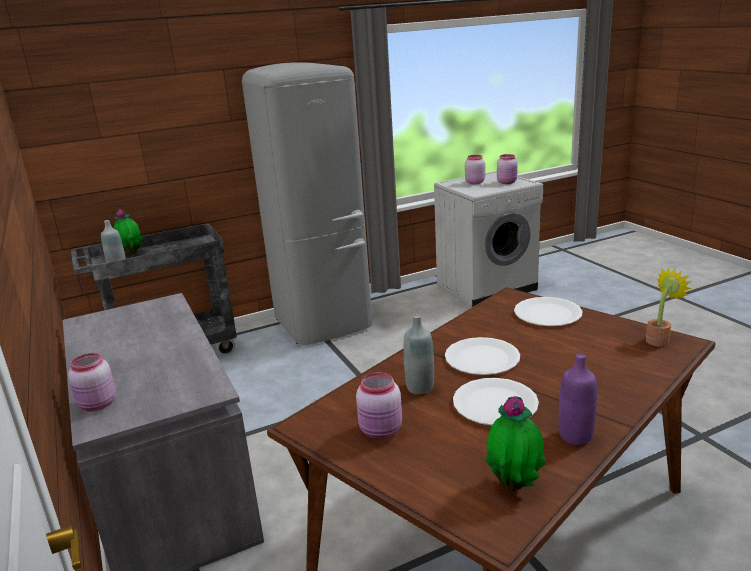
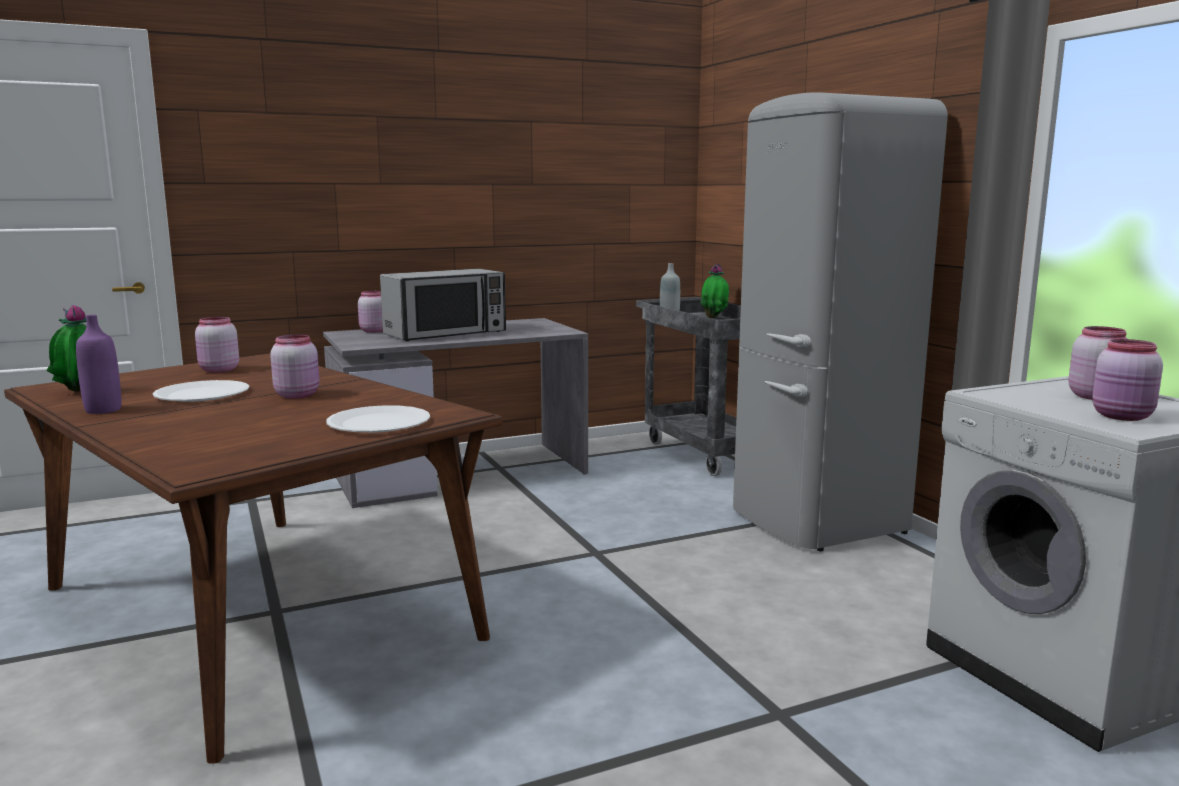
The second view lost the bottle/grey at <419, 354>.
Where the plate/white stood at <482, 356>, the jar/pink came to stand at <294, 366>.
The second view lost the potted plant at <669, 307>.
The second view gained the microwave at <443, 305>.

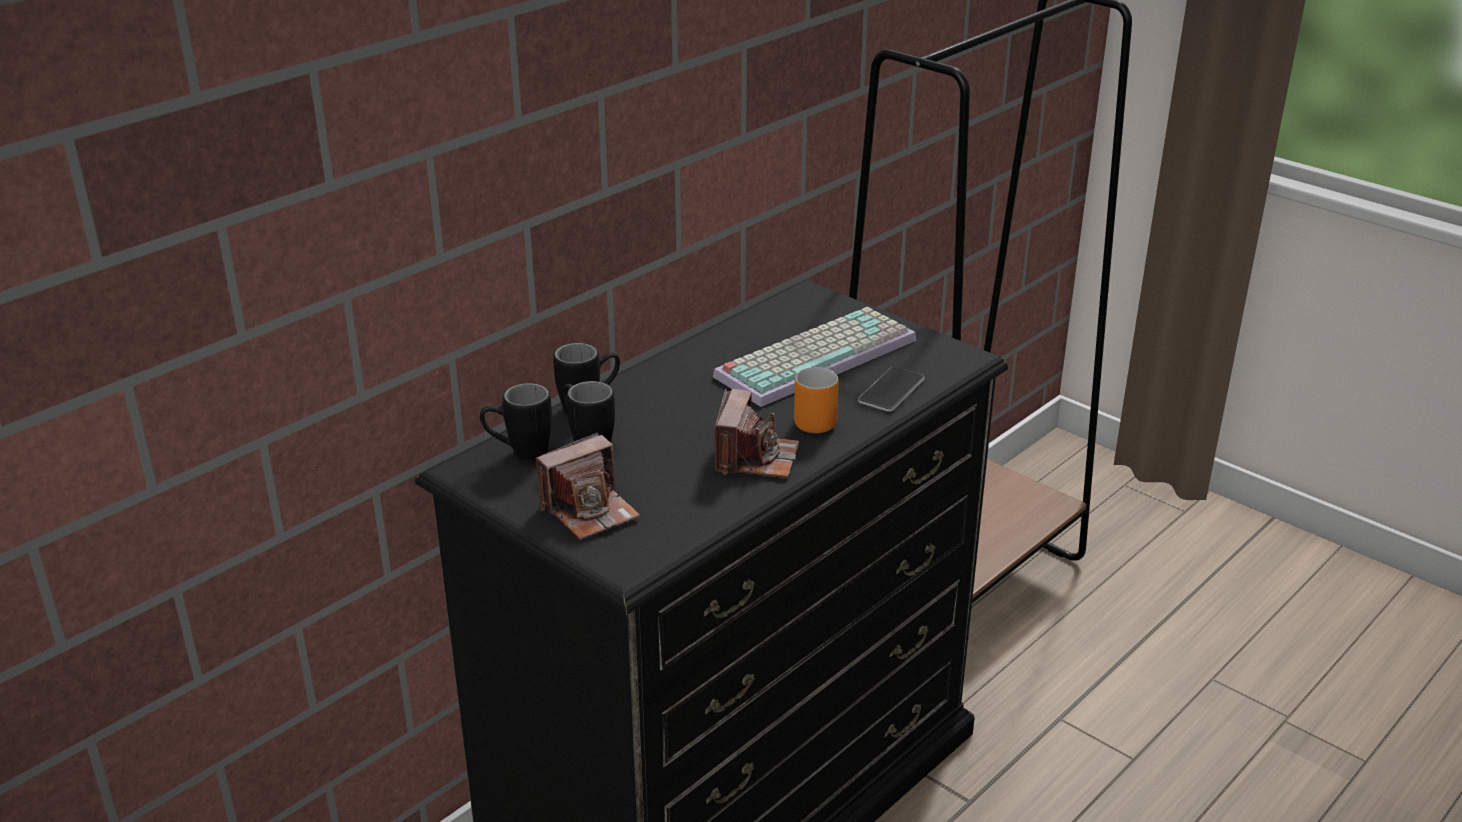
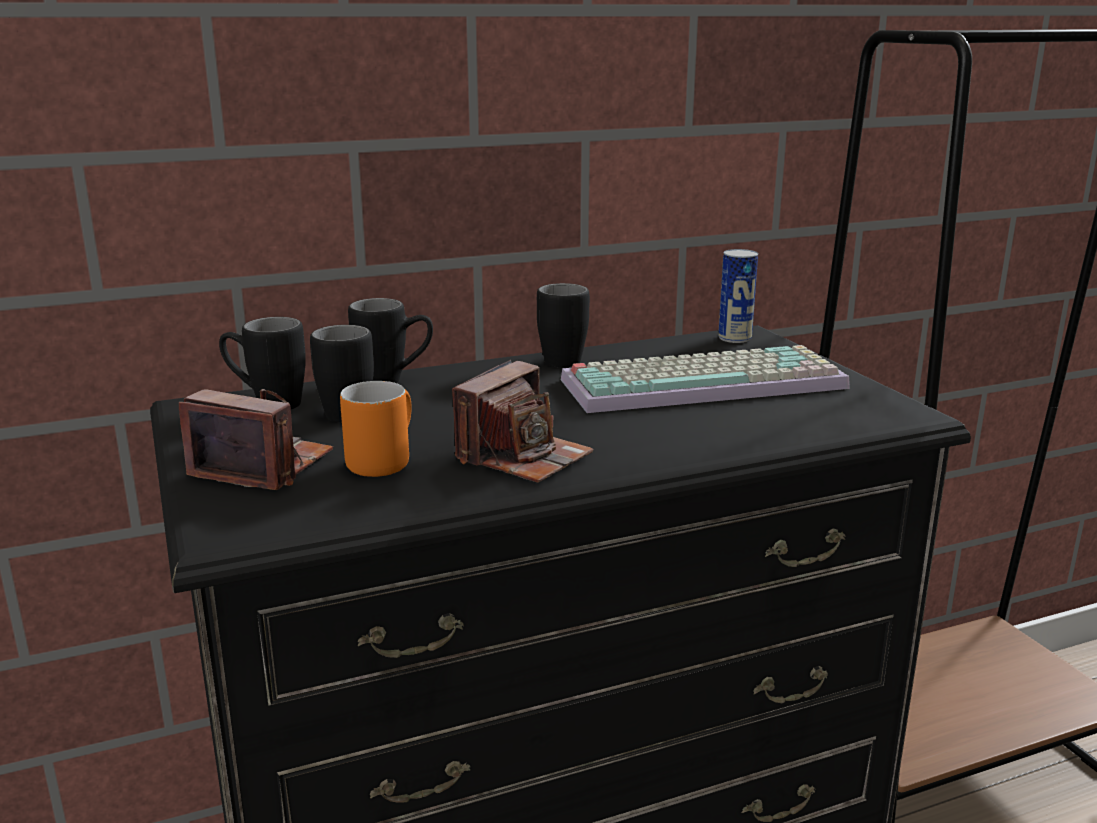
The photo camera at <588, 486> ended up facing another way, 150 degrees counterclockwise from before.
The mug/orange ended up elsewhere, having gone from <816, 400> to <376, 429>.
The second view lost the phone at <891, 389>.
The second view gained the mug/black at <563, 325>.
The second view gained the can at <738, 296>.

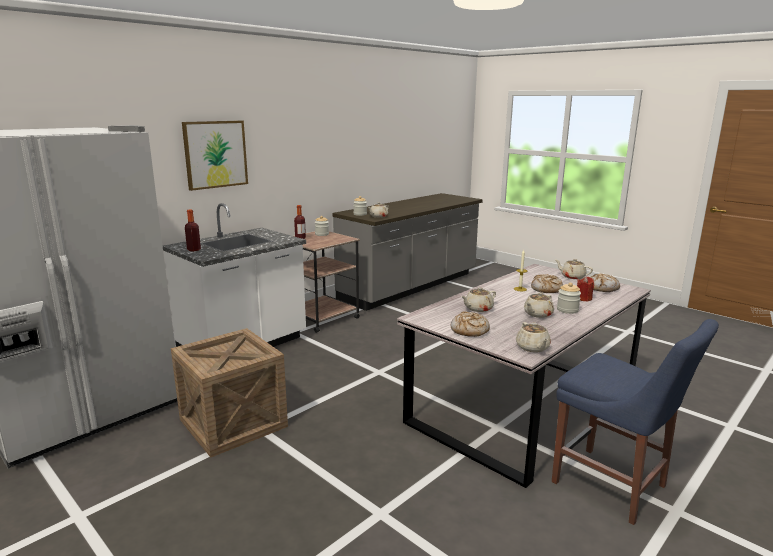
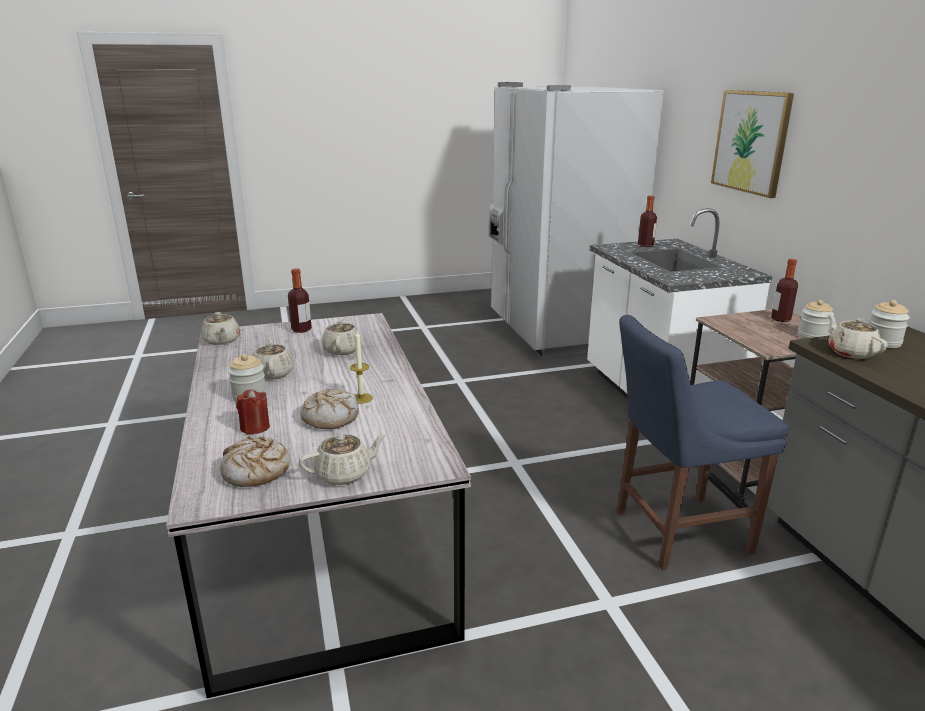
The second view lost the crate at <229, 393>.
Where the bread stood at <470, 324>, the bottle came to stand at <300, 300>.
The teapot/beige at <533, 337> ended up facing another way, 135 degrees counterclockwise from before.
The chair/blue ended up elsewhere, having gone from <635, 422> to <702, 442>.

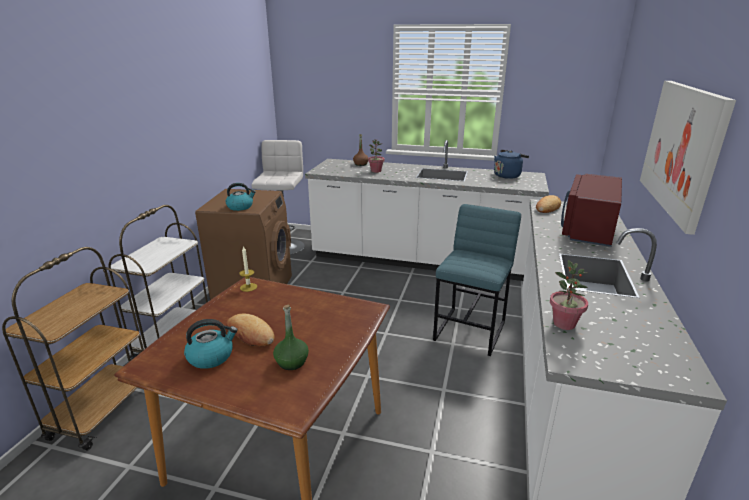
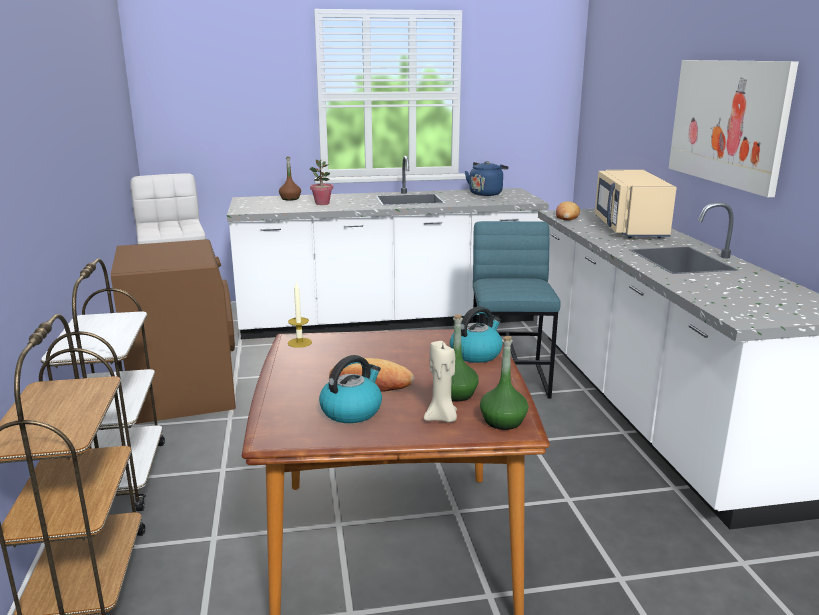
The kettle ended up elsewhere, having gone from <241, 197> to <476, 334>.
The second view lost the potted plant at <569, 295>.
What was the microwave/red at <591, 210> turned into the microwave/beige at <636, 204>.
The second view gained the candle/beige at <440, 381>.
The second view gained the bottle/green at <504, 383>.

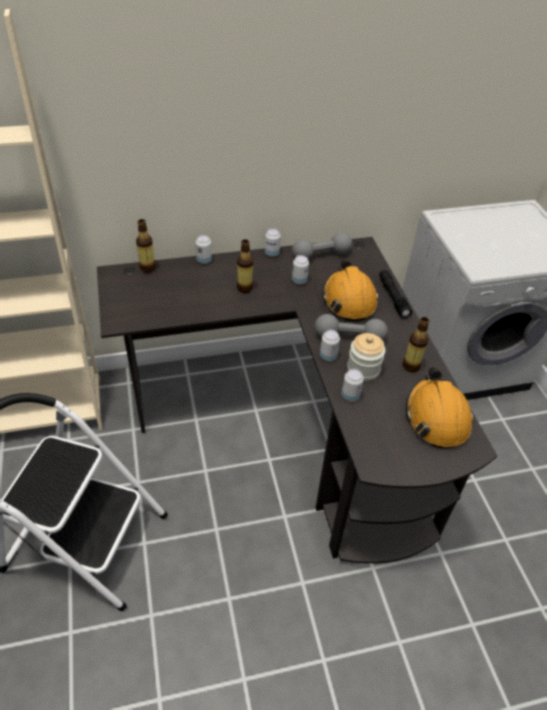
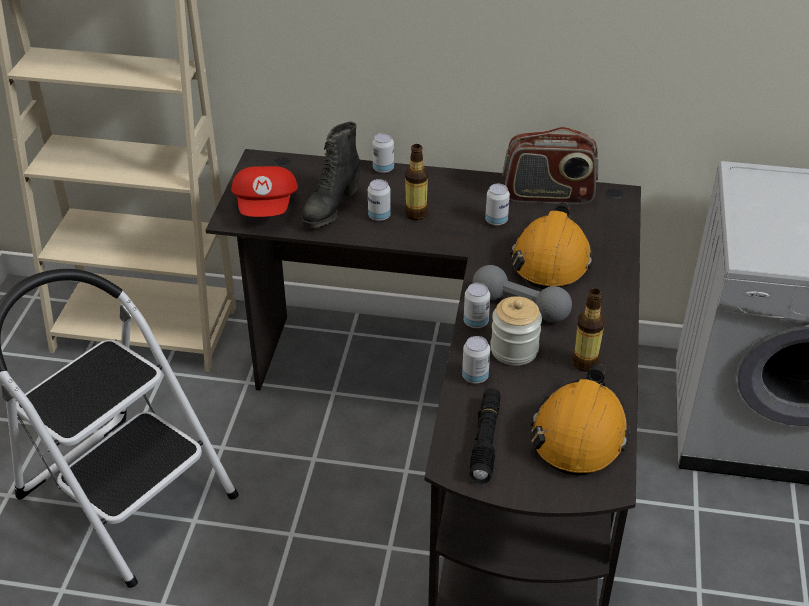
The second view lost the bottle at <146, 246>.
The can ended up elsewhere, having gone from <273, 242> to <379, 200>.
Where the dumbbell/grey stood at <322, 246>, the radio came to stand at <550, 165>.
The flashlight/black ended up elsewhere, having gone from <395, 294> to <485, 436>.
The second view gained the cap/red at <264, 191>.
The second view gained the boot/black at <330, 174>.

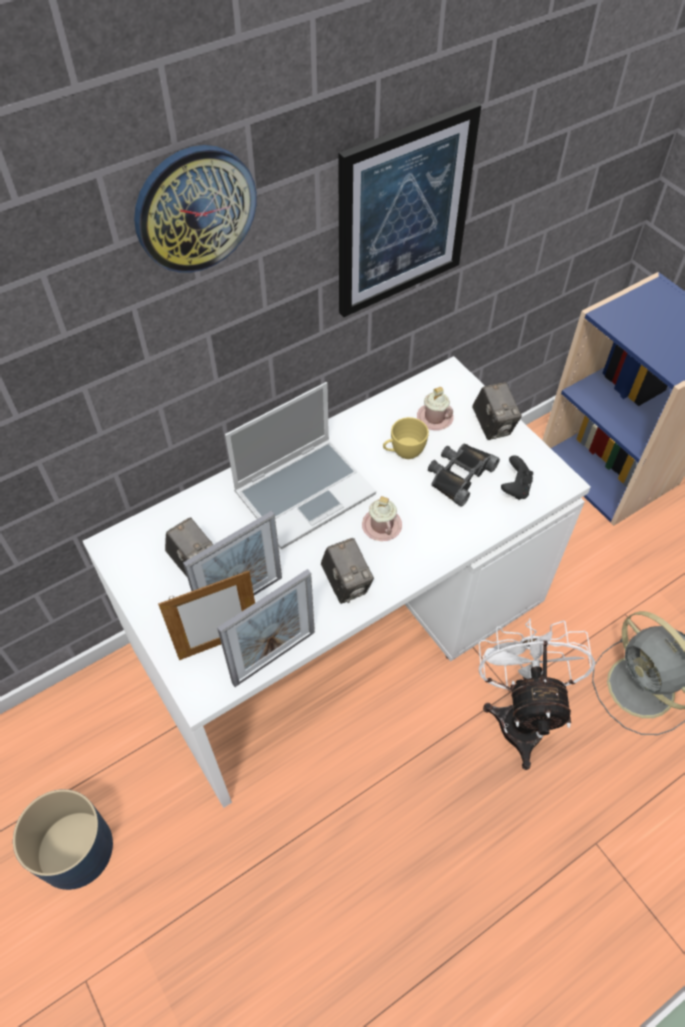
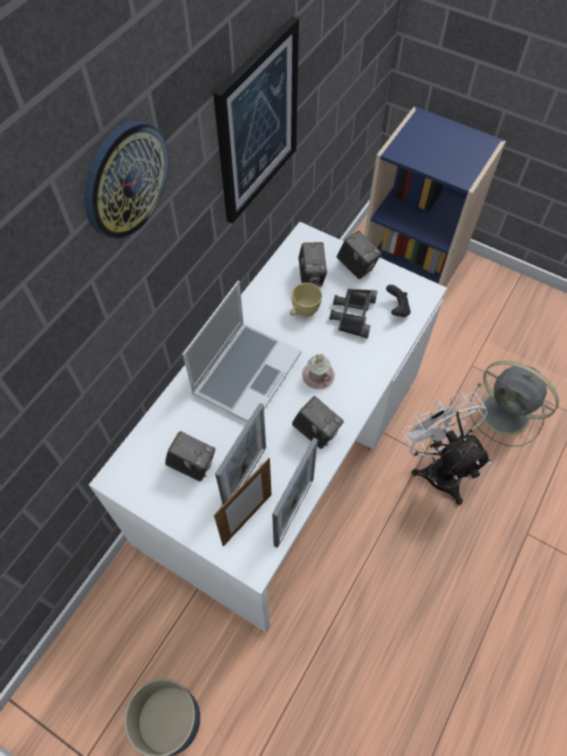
Where the mug/pink stood at <435, 408>, the photo camera came to stand at <312, 264>.

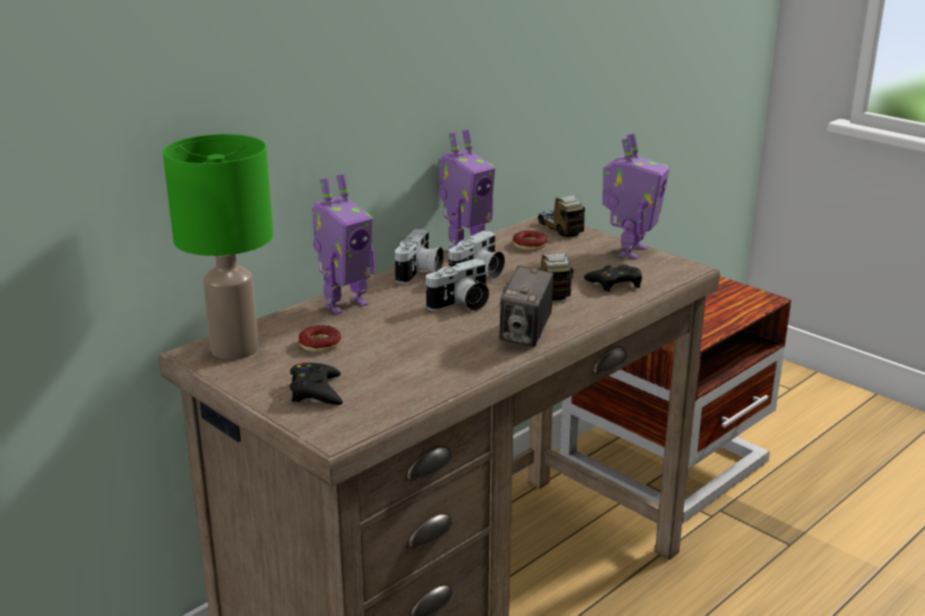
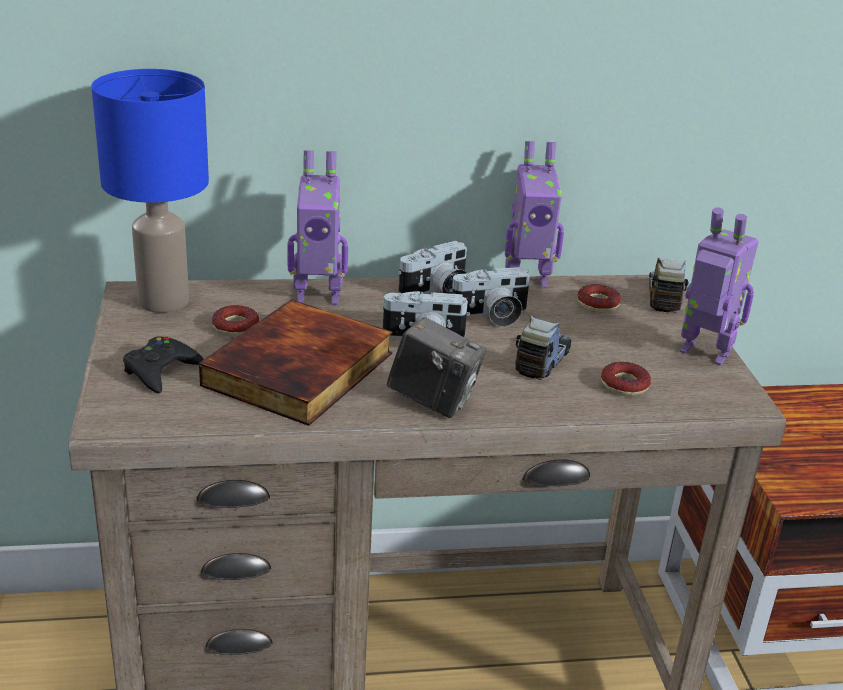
What was the table lamp/green at <218, 247> turned into the table lamp/blue at <150, 191>.
The photo camera at <526, 306> ended up facing another way, 120 degrees counterclockwise from before.
Where the game controller/black stood at <613, 278>, the donut came to stand at <626, 379>.
The toy robot at <636, 196> ended up facing another way, 120 degrees counterclockwise from before.
The second view gained the book at <296, 363>.

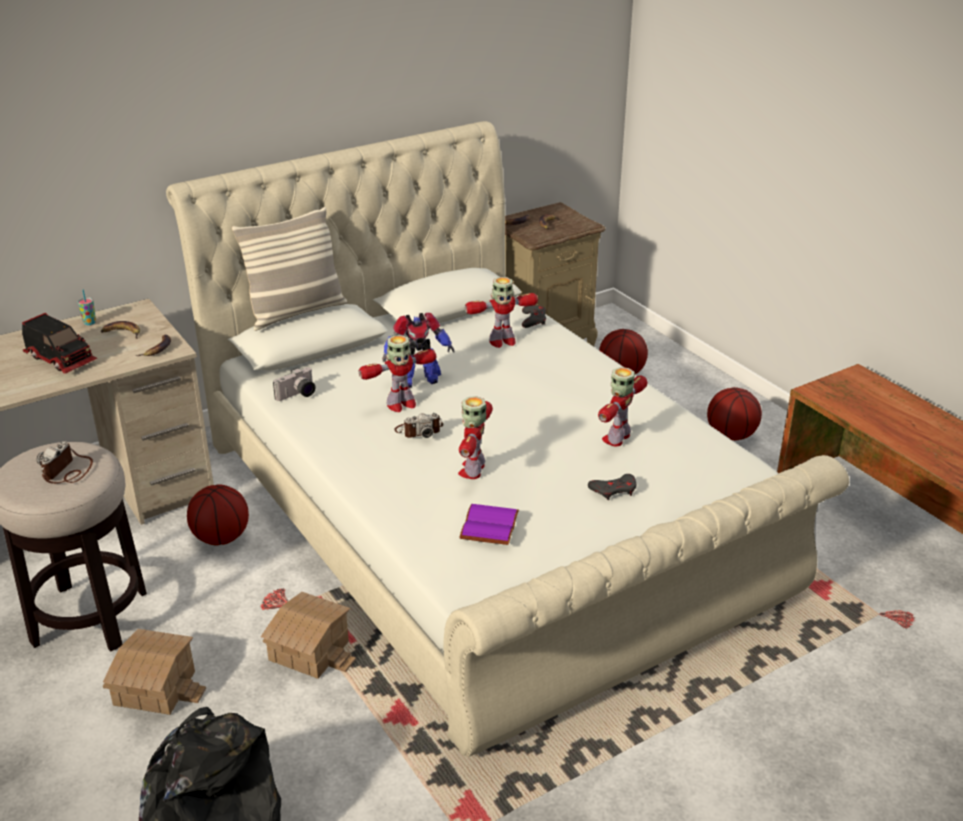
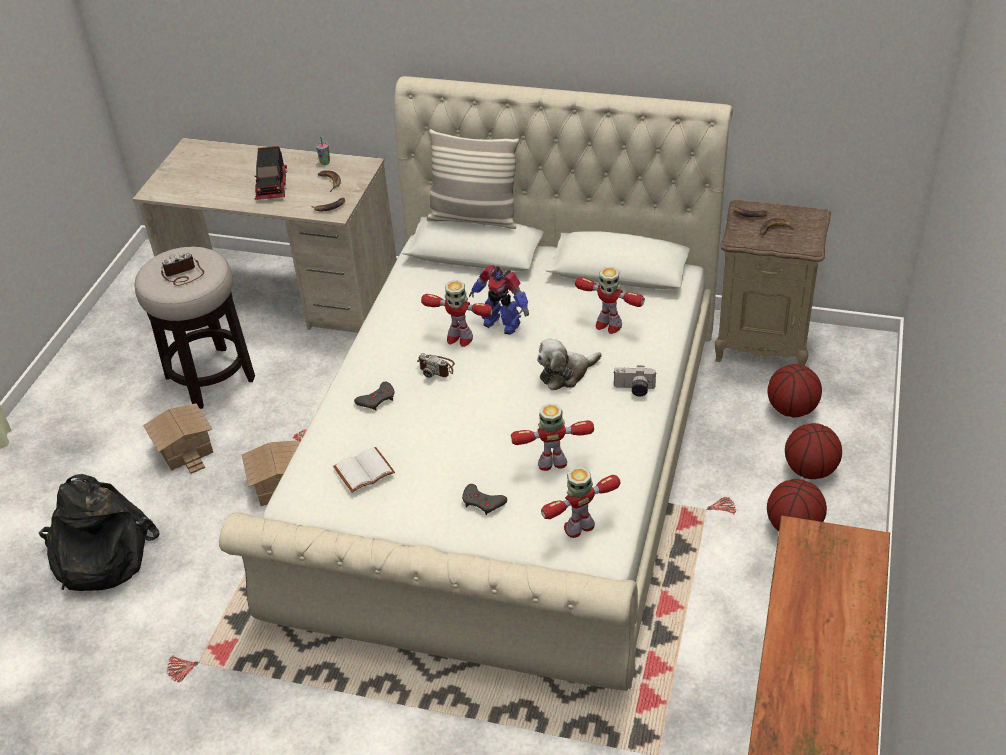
The basketball ended up elsewhere, having gone from <218, 514> to <813, 451>.
The photo camera ended up elsewhere, having gone from <294, 384> to <635, 380>.
The toy robot ended up elsewhere, having gone from <475, 437> to <581, 502>.
What was the book/purple at <489, 524> turned into the book/white at <364, 469>.
The game controller/grey ended up elsewhere, having gone from <534, 316> to <374, 396>.
The second view gained the plush toy at <569, 364>.

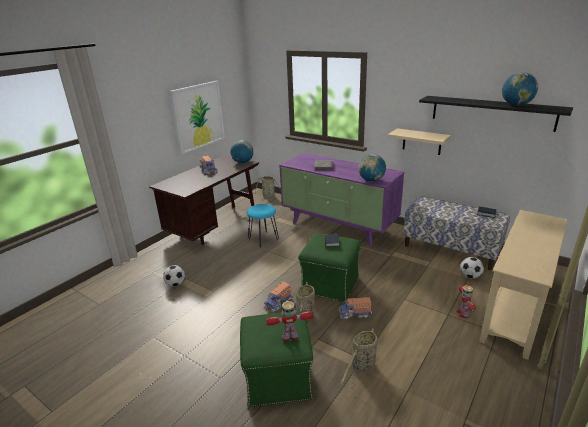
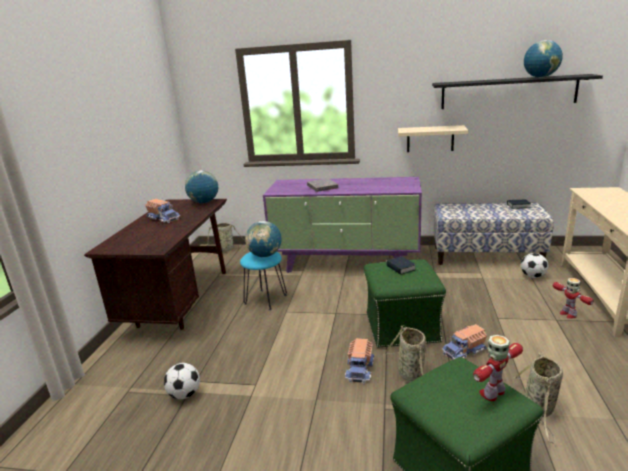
The second view lost the picture at <197, 117>.
The globe ended up elsewhere, having gone from <372, 168> to <263, 239>.

